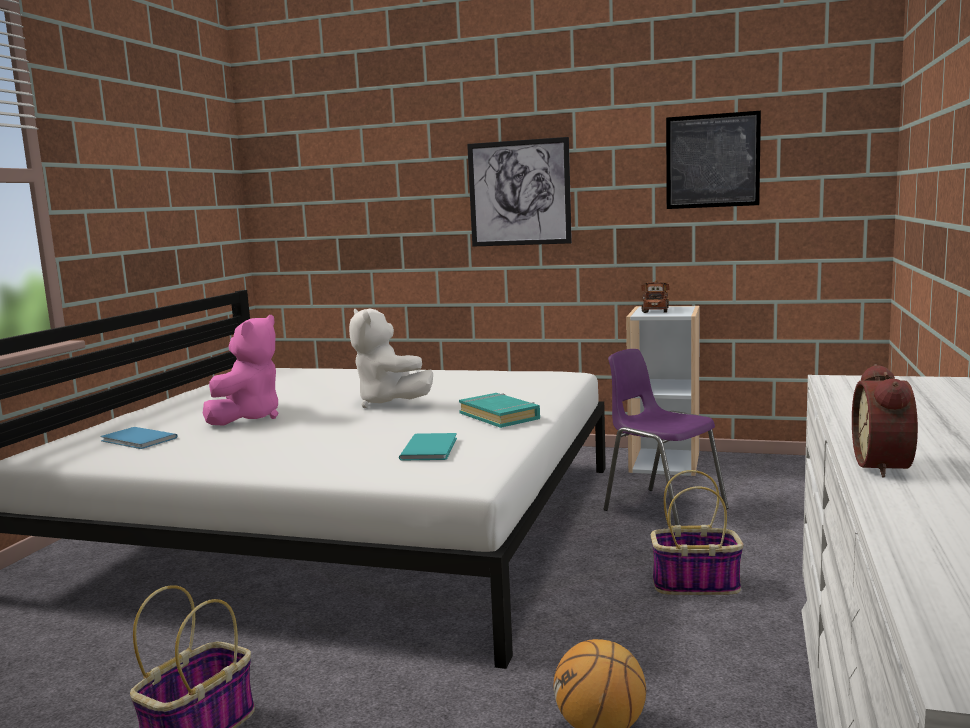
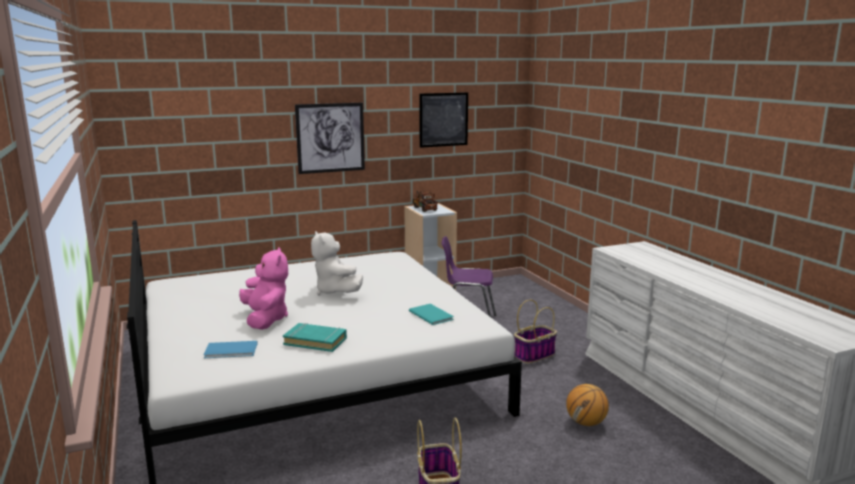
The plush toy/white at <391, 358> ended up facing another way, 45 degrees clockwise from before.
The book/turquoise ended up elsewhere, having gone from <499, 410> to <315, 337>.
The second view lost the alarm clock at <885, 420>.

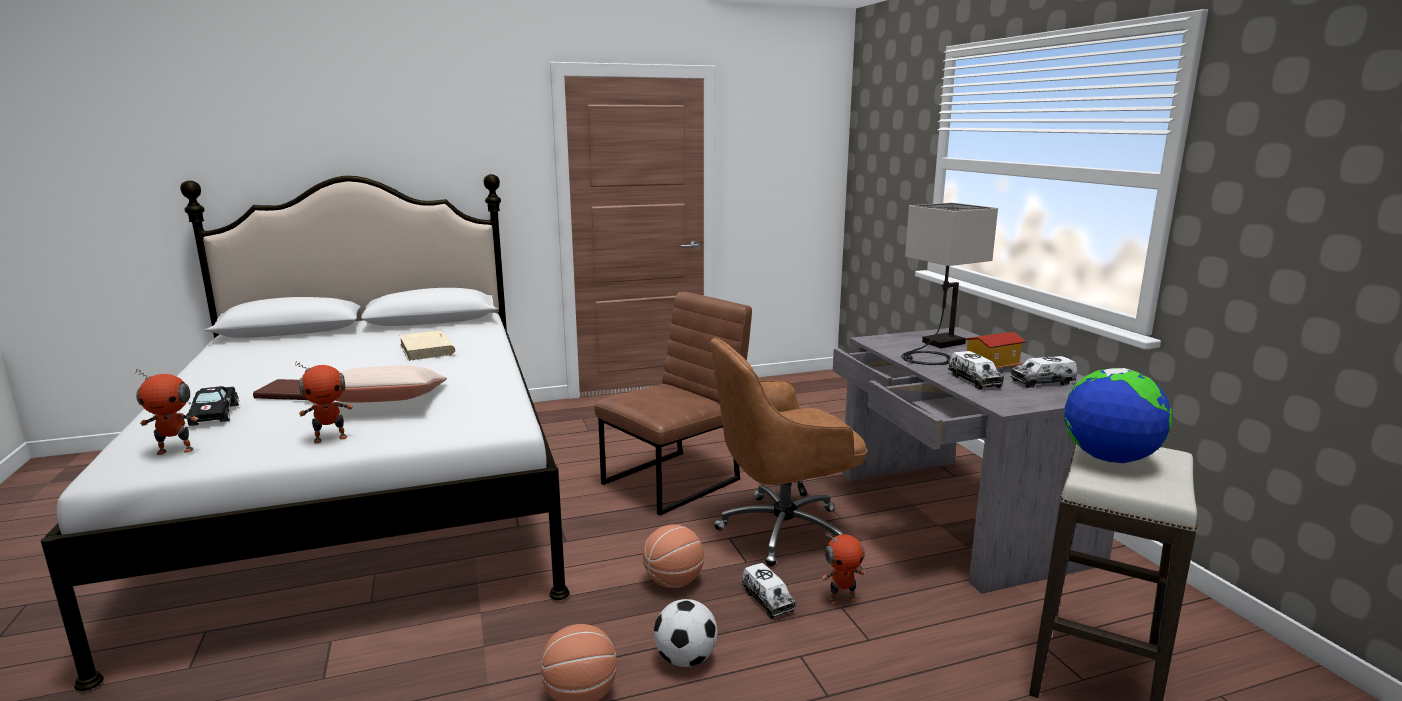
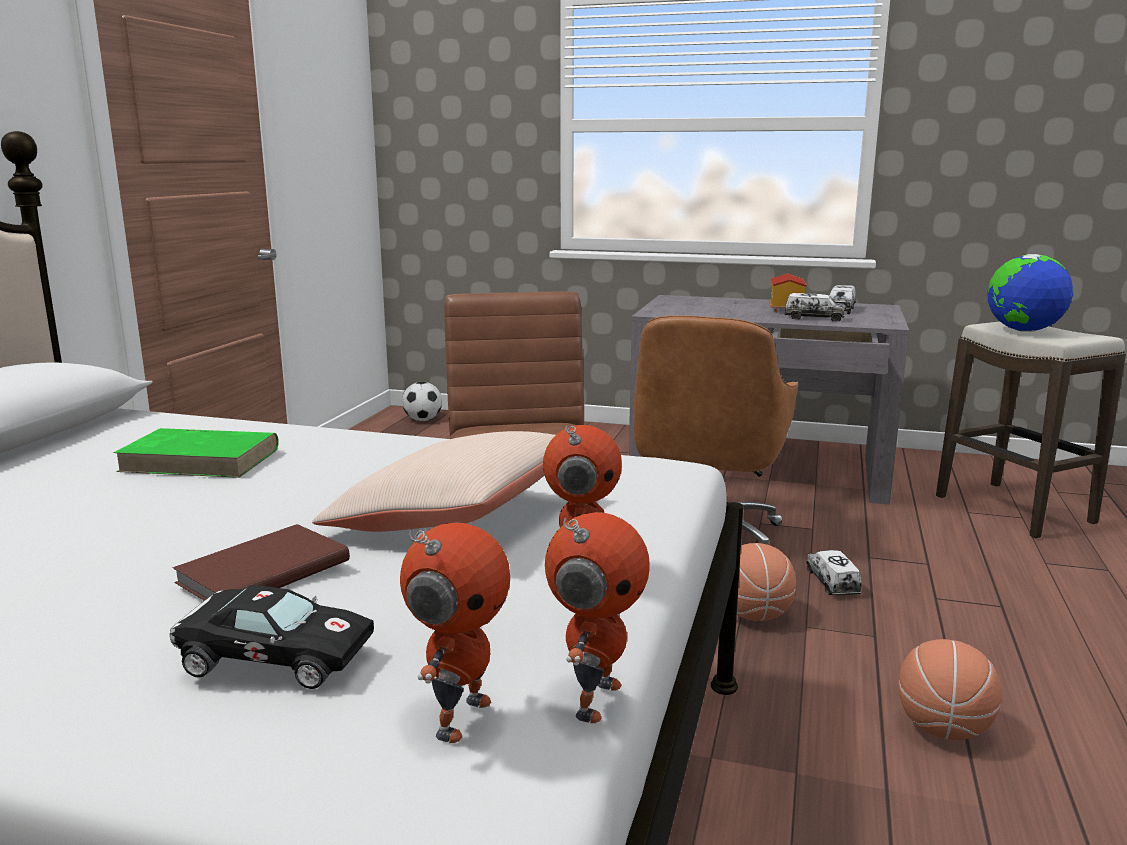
What was the book/beige at <427, 346> turned into the book/green at <196, 453>.
The football ended up elsewhere, having gone from <686, 633> to <422, 401>.
The toy truck at <769, 591> ended up facing another way, 105 degrees counterclockwise from before.
The toy robot ended up elsewhere, having gone from <843, 568> to <597, 617>.
The second view lost the table lamp at <949, 284>.

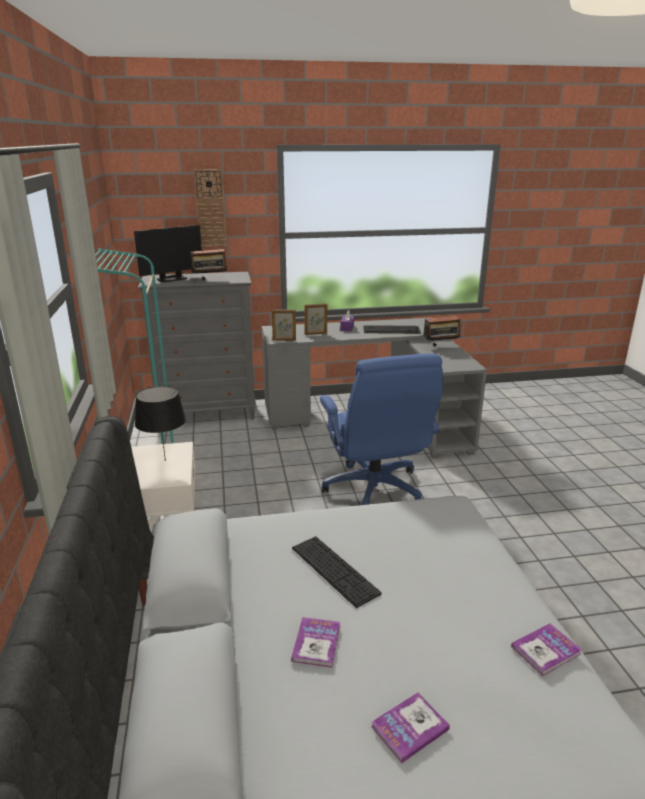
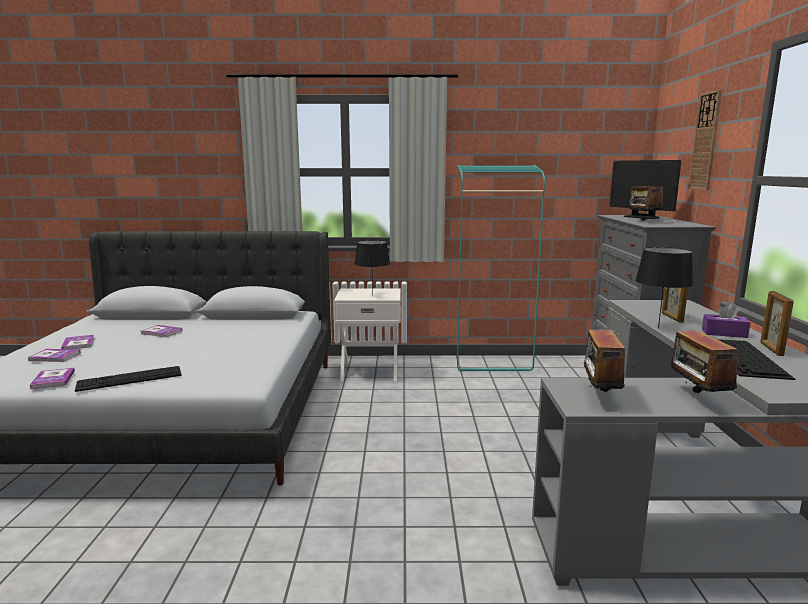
The picture frame ended up elsewhere, having gone from <284, 325> to <777, 323>.
The keyboard ended up elsewhere, having gone from <337, 572> to <128, 379>.
The second view lost the office chair/blue at <382, 429>.
The second view gained the book at <54, 355>.
The second view gained the radio at <609, 353>.
The second view gained the table lamp/black at <664, 288>.

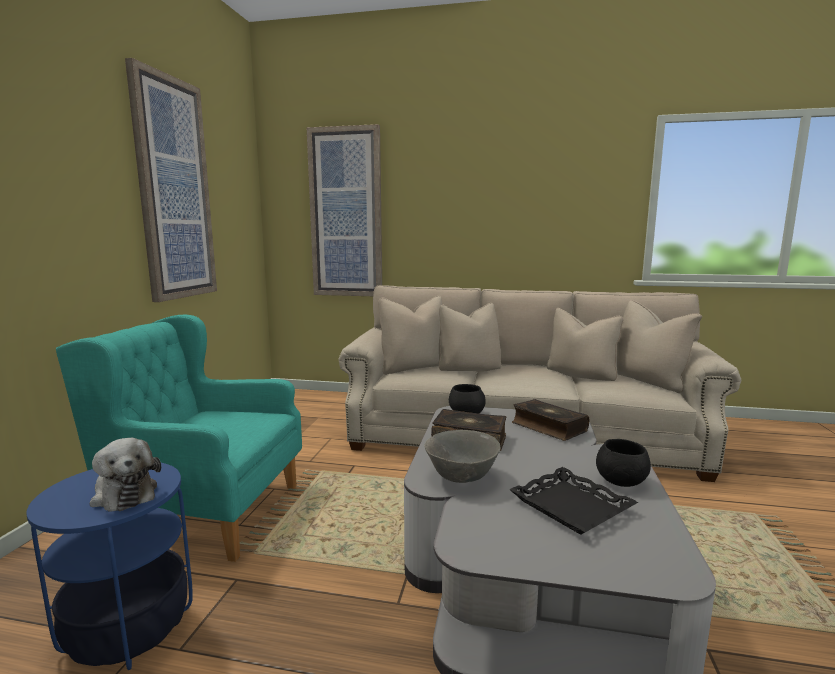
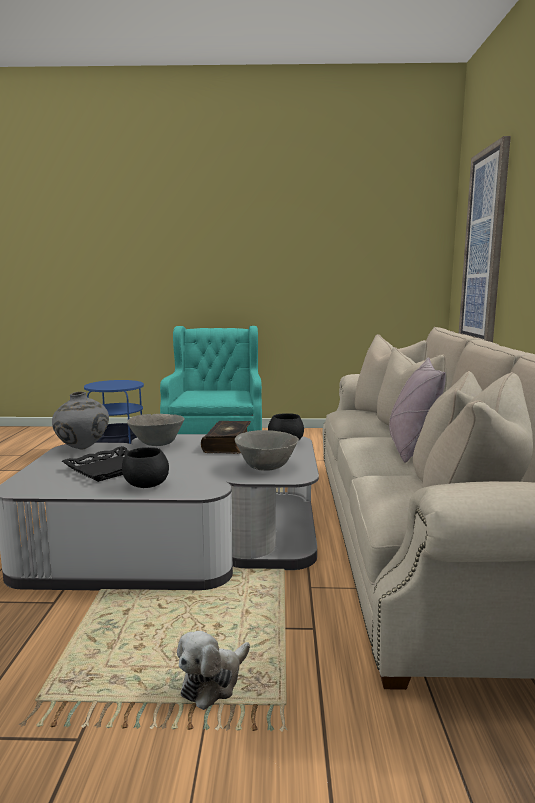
The plush toy ended up elsewhere, having gone from <125, 474> to <213, 670>.
The second view lost the picture at <171, 180>.
Where the book stood at <550, 420>, the bowl/grey came to stand at <267, 450>.
The second view gained the vase/grey at <80, 420>.
The second view gained the pillow/purple at <417, 410>.

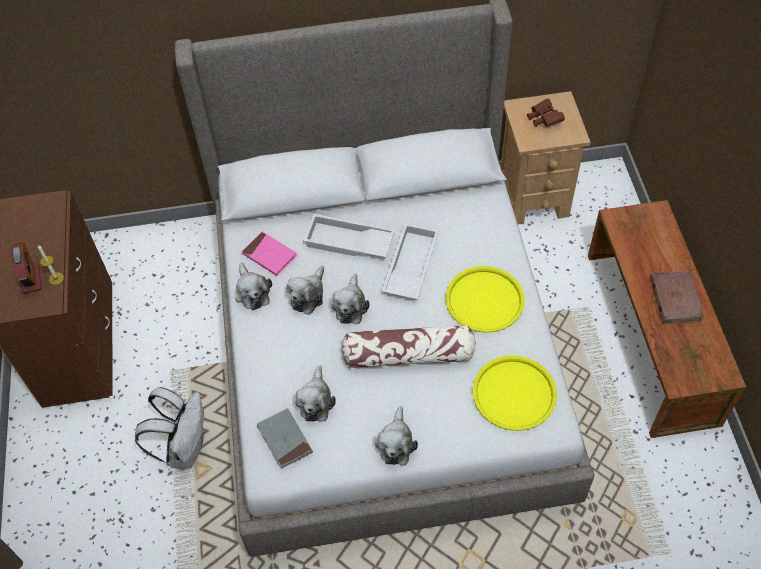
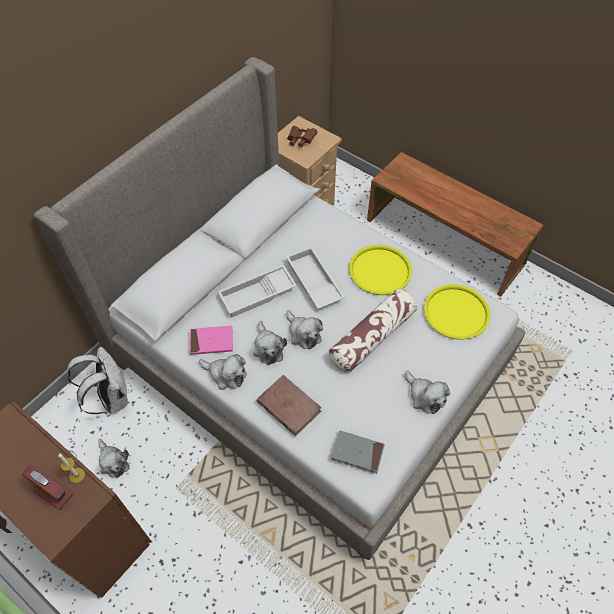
The backpack/white ended up elsewhere, having gone from <169, 428> to <97, 380>.
The plush toy ended up elsewhere, having gone from <315, 393> to <113, 458>.
The book/brown ended up elsewhere, having gone from <677, 298> to <289, 405>.

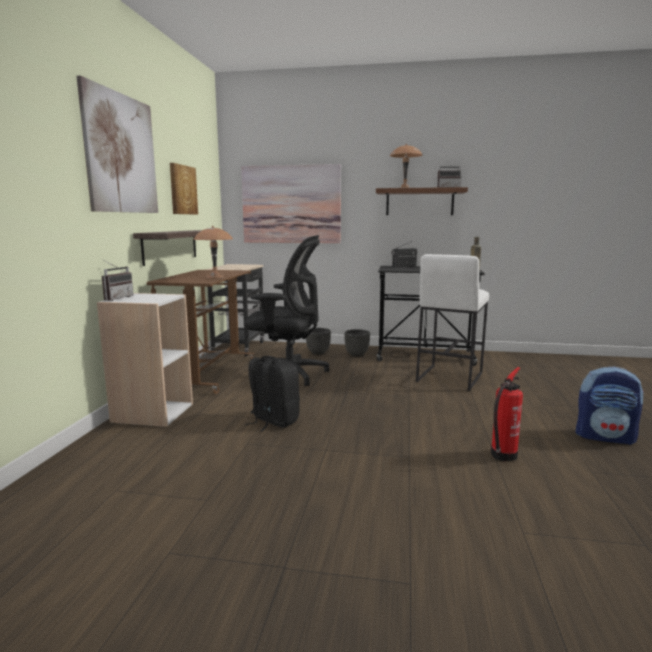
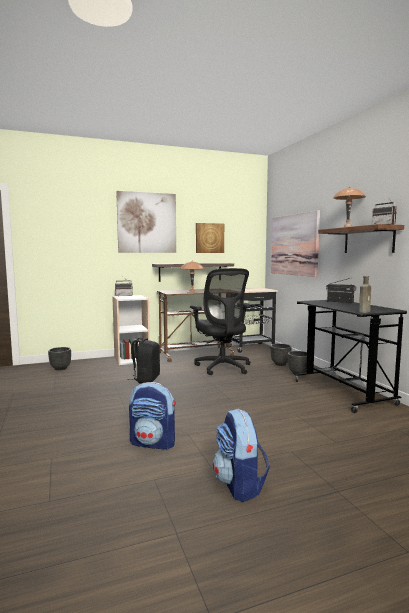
The second view lost the stool/white at <452, 322>.
Where the fire extinguisher stood at <507, 414>, the backpack came to stand at <152, 416>.
The second view gained the planter/black at <59, 358>.

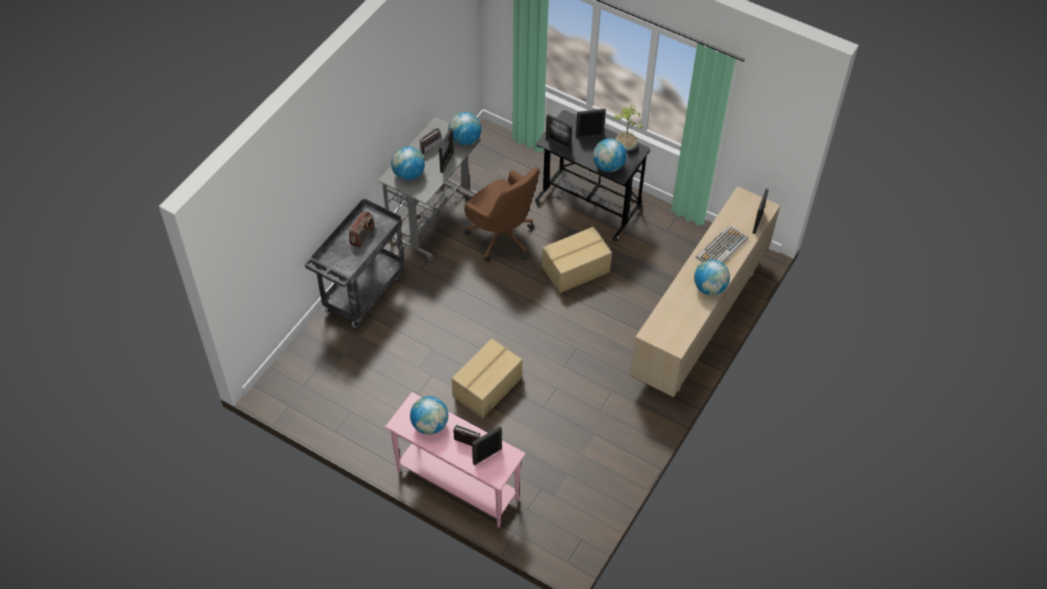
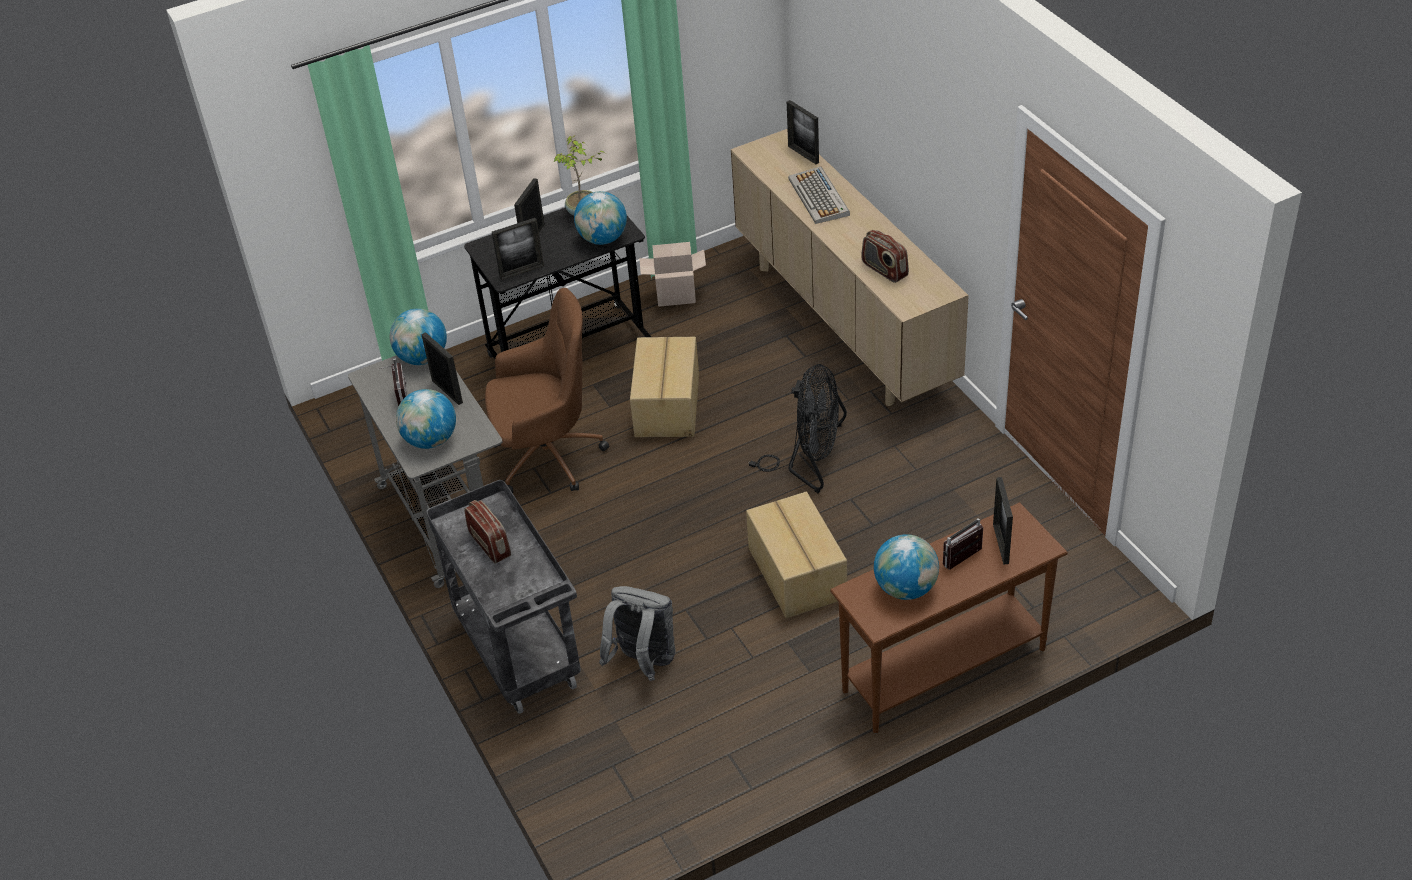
What was the console table/pink at <455, 460> turned into the console table/brown at <949, 617>.
The second view lost the globe at <712, 277>.
The second view gained the backpack/grey at <637, 633>.
The second view gained the cardboard box at <672, 274>.
The second view gained the fan/black at <798, 429>.
The second view gained the radio at <885, 256>.

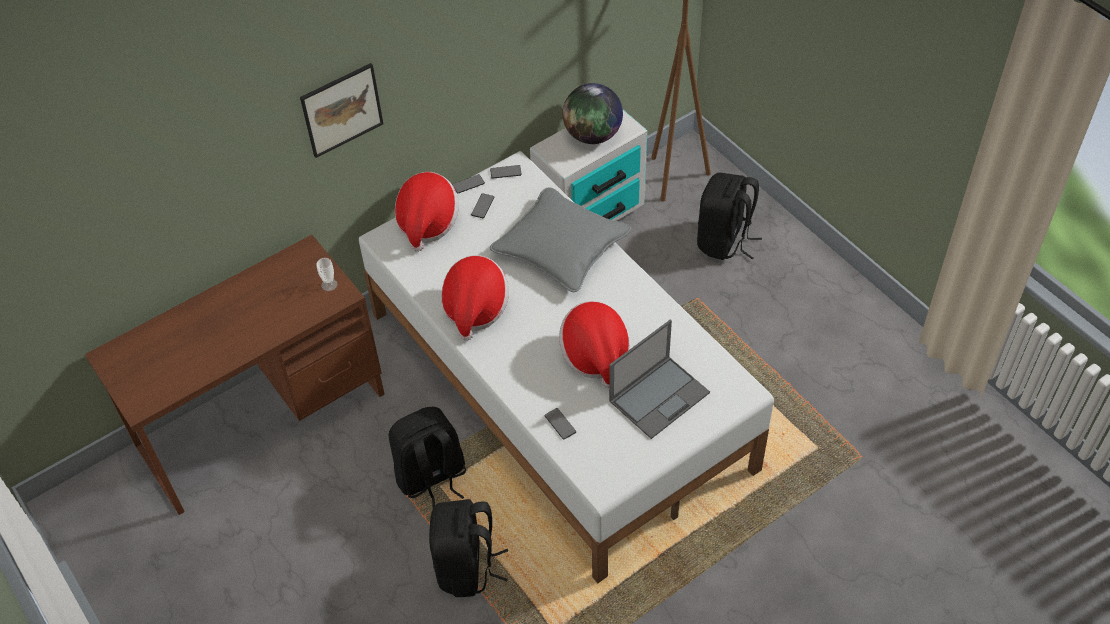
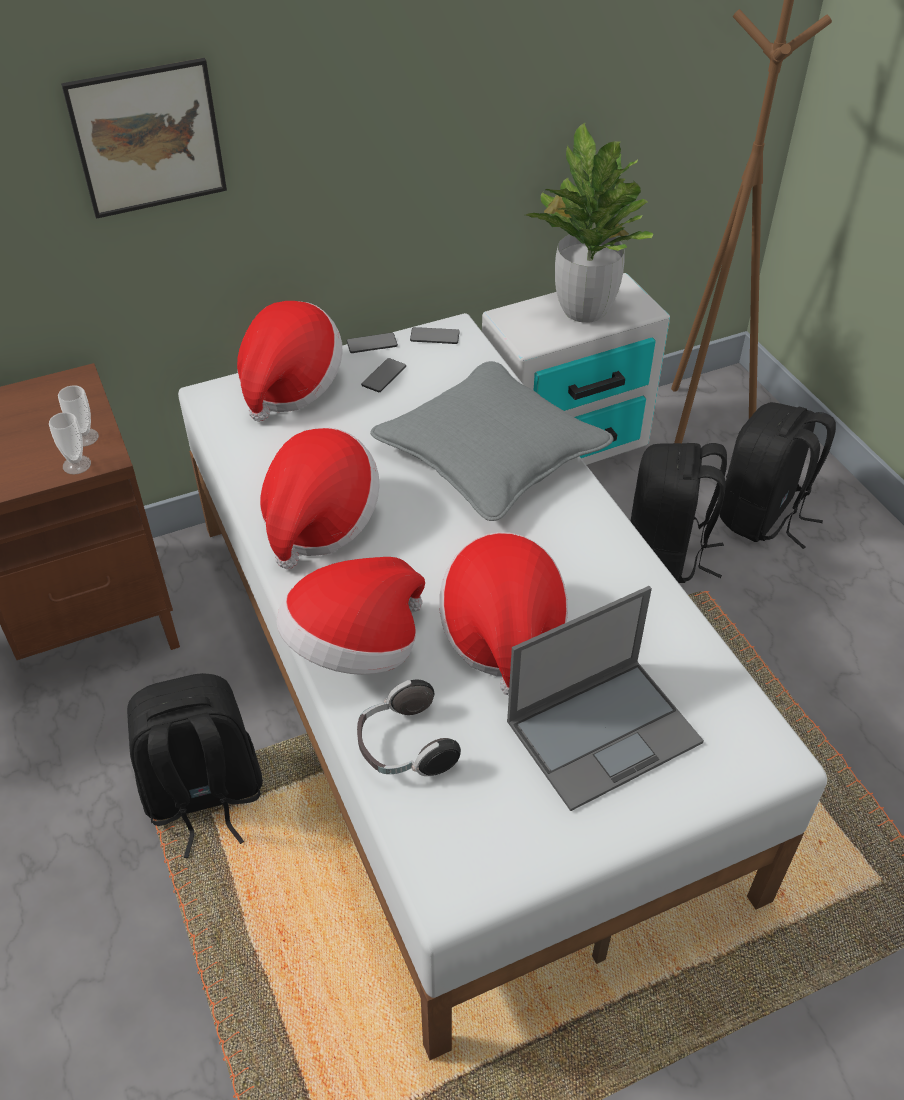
The backpack/black ended up elsewhere, having gone from <468, 548> to <678, 513>.
Where the phone stood at <560, 424>, the headphones came to stand at <409, 728>.
Where the globe stood at <593, 113>, the potted plant came to stand at <589, 222>.
The second view gained the cup at <70, 443>.
The second view gained the hat at <350, 616>.

